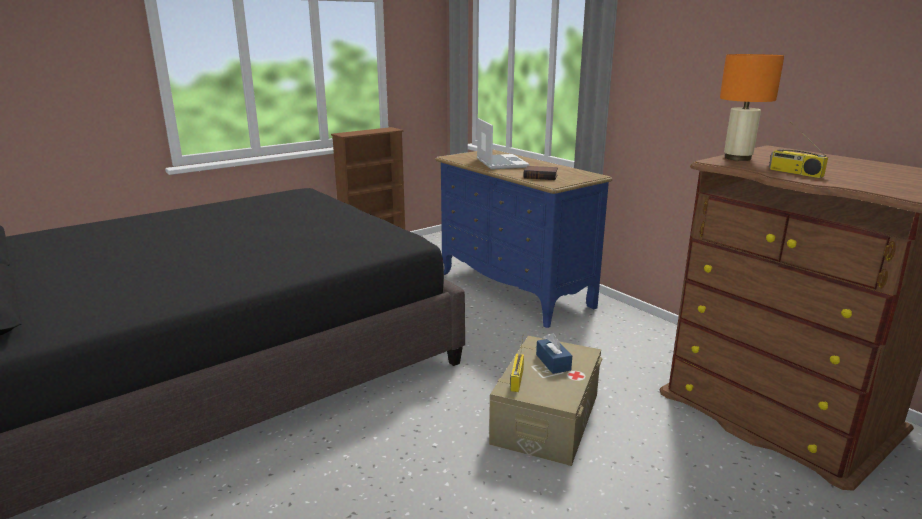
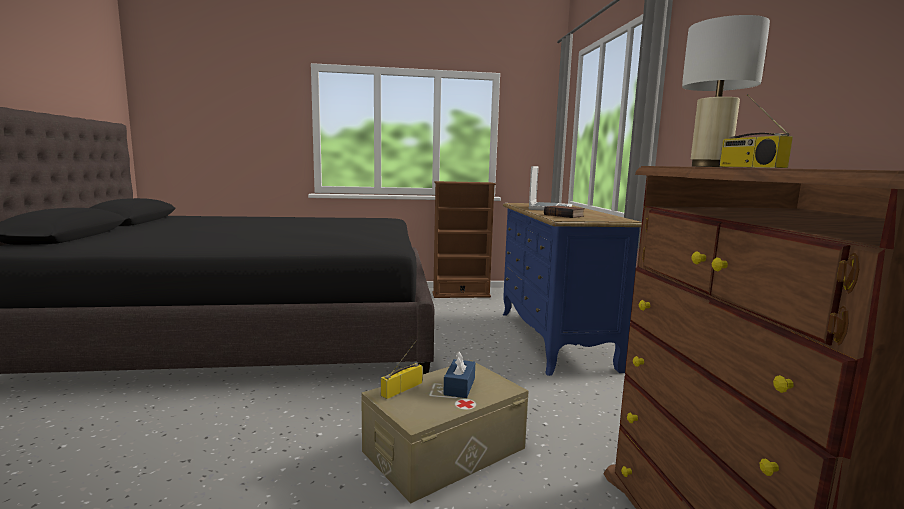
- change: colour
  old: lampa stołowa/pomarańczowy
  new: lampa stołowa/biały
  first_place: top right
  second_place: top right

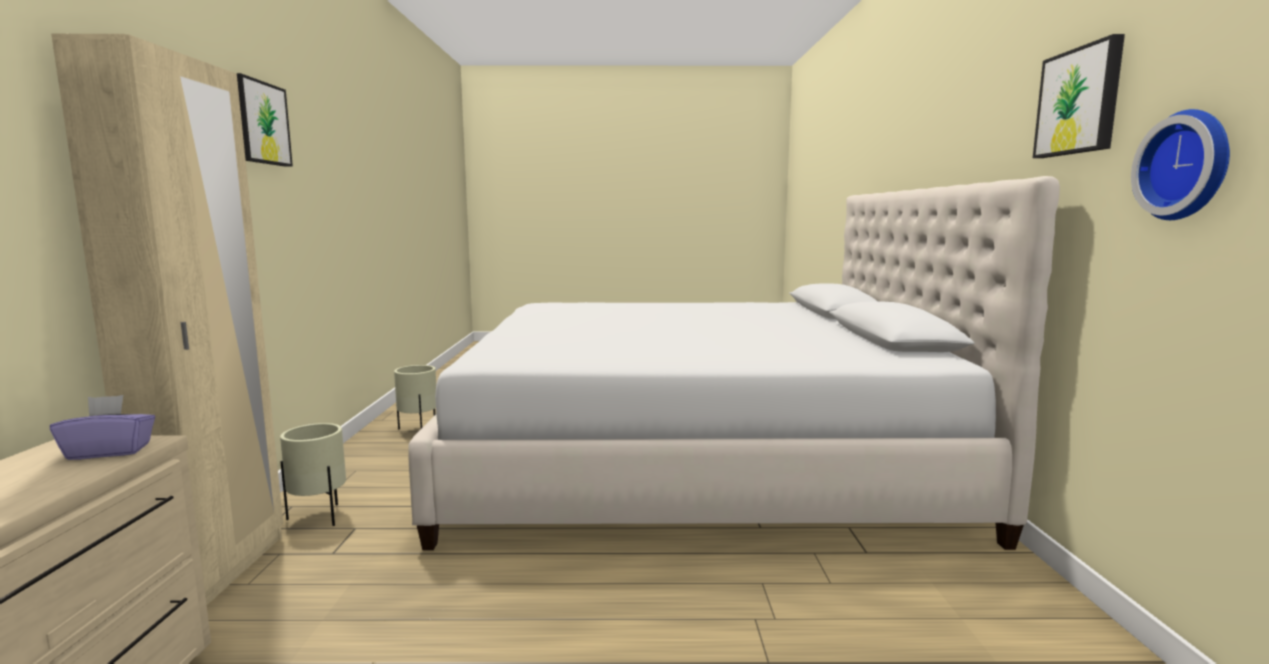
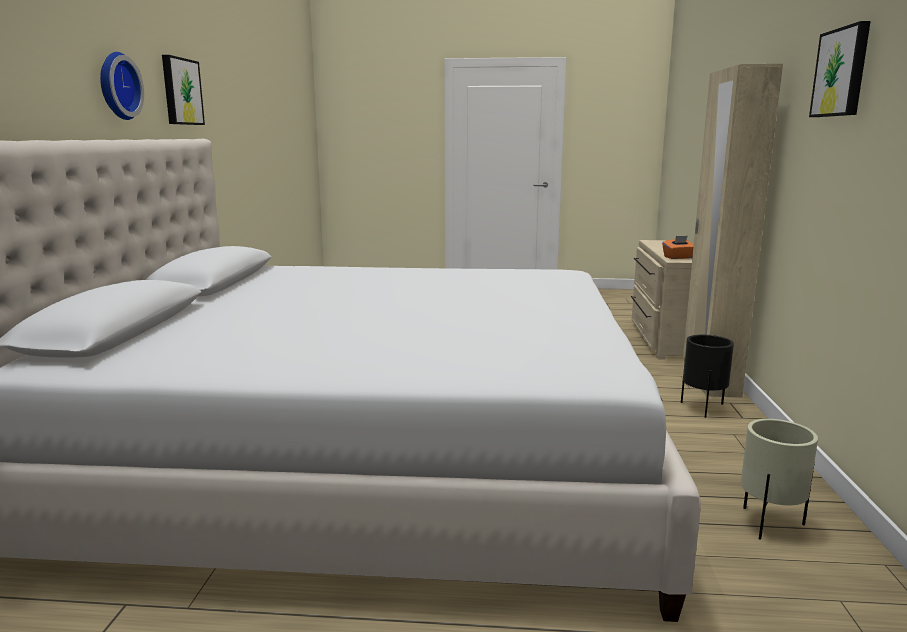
- change: relocated
  old: zegar ścienny
  first_place: top right
  second_place: top left
- change: colour
  old: pudełko chusteczek/fioletowy
  new: pudełko chusteczek/pomarańczowy
  first_place: middle left
  second_place: middle right
- change: colour
  old: donica/beżowy (no. 1 from left)
  new: donica/czarny
  first_place: bottom left
  second_place: middle right

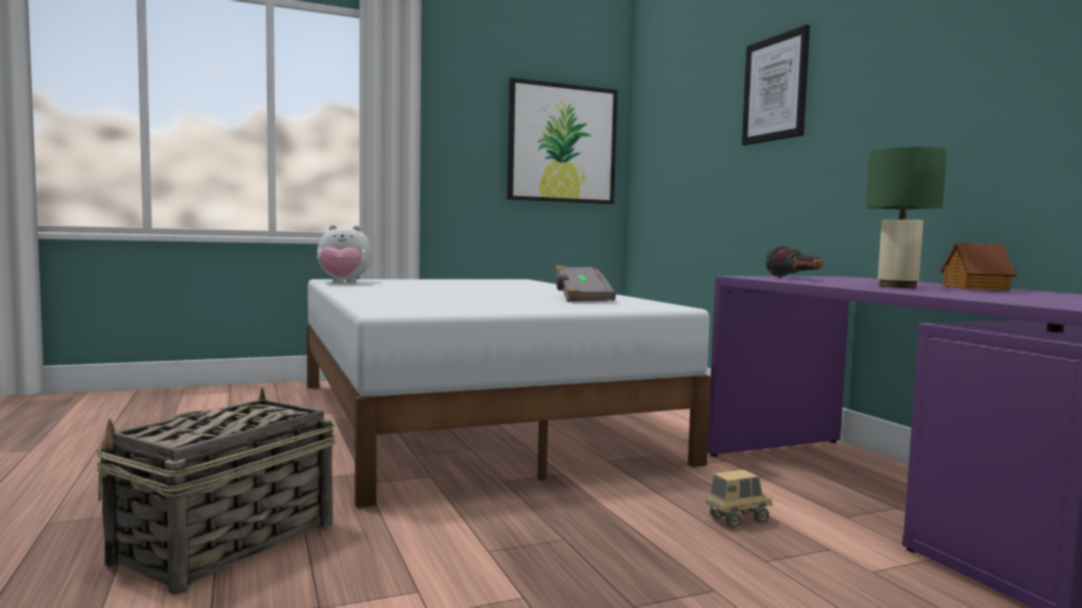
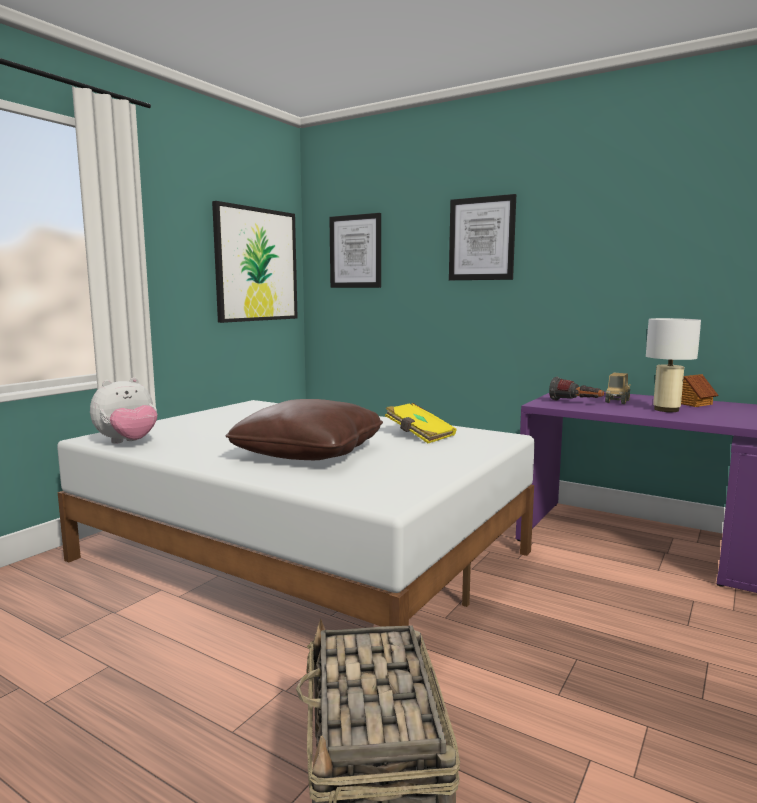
- change: colour
  old: lampa stołowa/zielony
  new: lampa stołowa/biały
  first_place: middle right
  second_place: middle right
- change: colour
  old: książka/szary
  new: książka/żółty
  first_place: centre
  second_place: centre
- change: relocated
  old: ciężarówka zabawkowa
  first_place: bottom right
  second_place: middle right
- change: appeared
  new: obraz (no. 2 from left)
  second_place: top centre
- change: appeared
  new: poduszka/brązowy
  second_place: centre

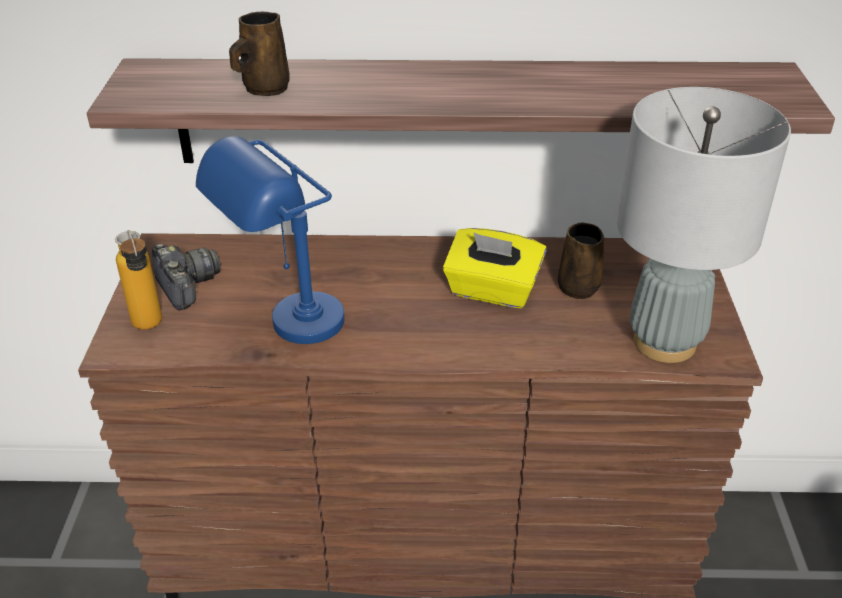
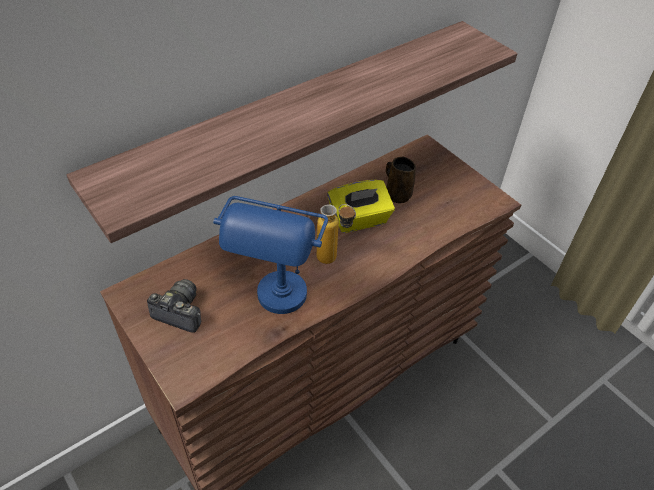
- change: missing
  old: kubek/brązowy (no. 1 from left)
  first_place: top left
- change: missing
  old: lampa stołowa/szary
  first_place: middle right
- change: relocated
  old: butelka
  first_place: middle left
  second_place: centre

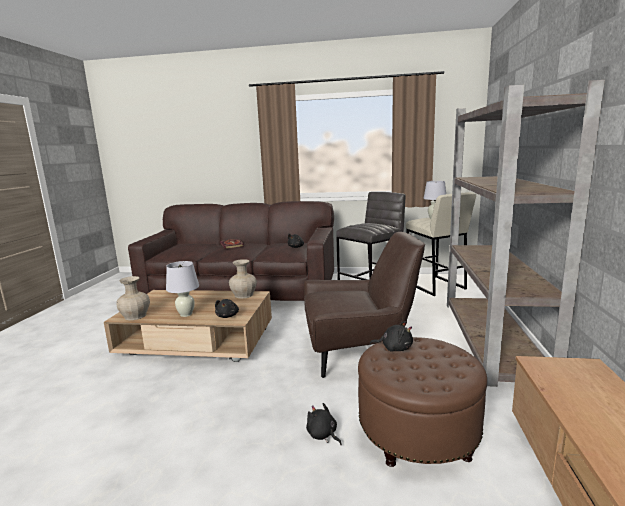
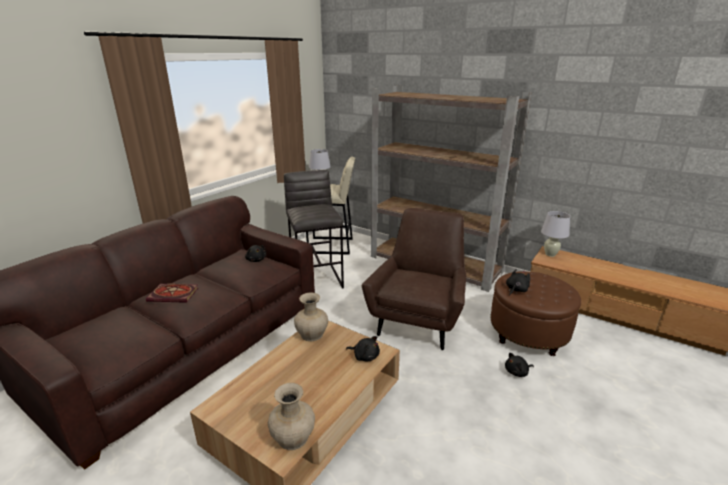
- change: relocated
  old: lampa stołowa/biały (no. 1 from left in the first image)
  new: lampa stołowa/biały (no. 2 from left)
  first_place: middle left
  second_place: middle right

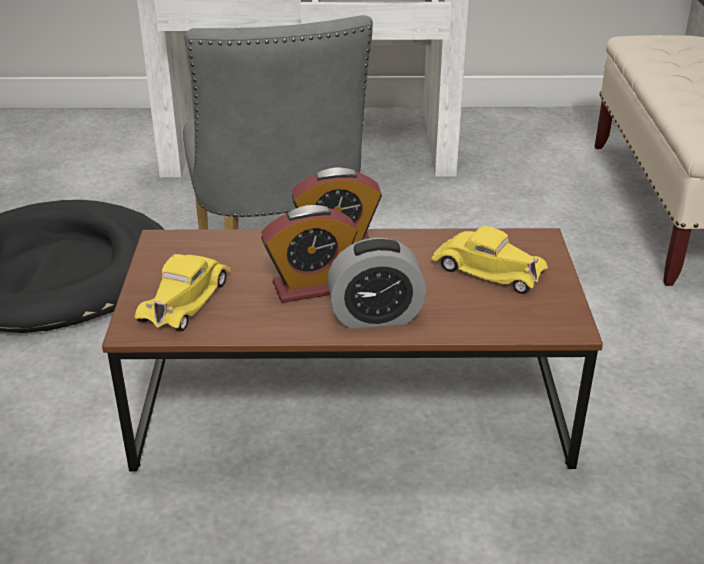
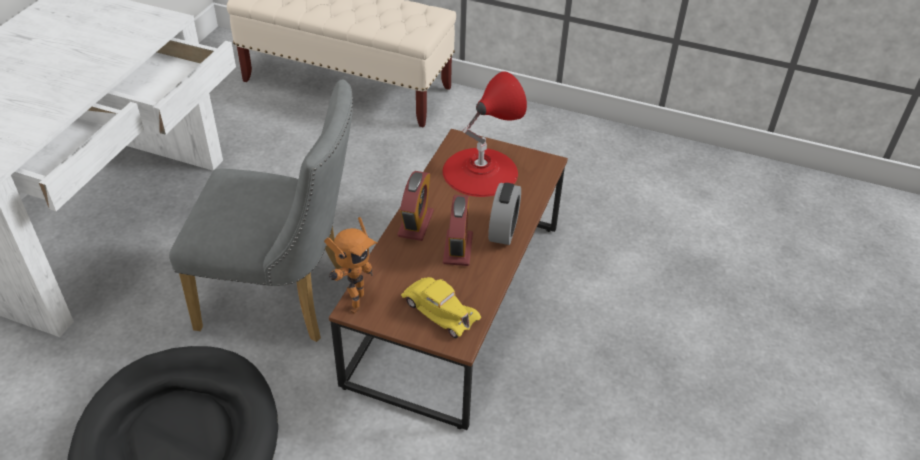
- change: exchanged
  old: samochodzik/żółty (no. 2 from left)
  new: lampa stołowa/czerwony
  first_place: middle right
  second_place: top centre
- change: appeared
  new: robot zabawkowy
  second_place: centre

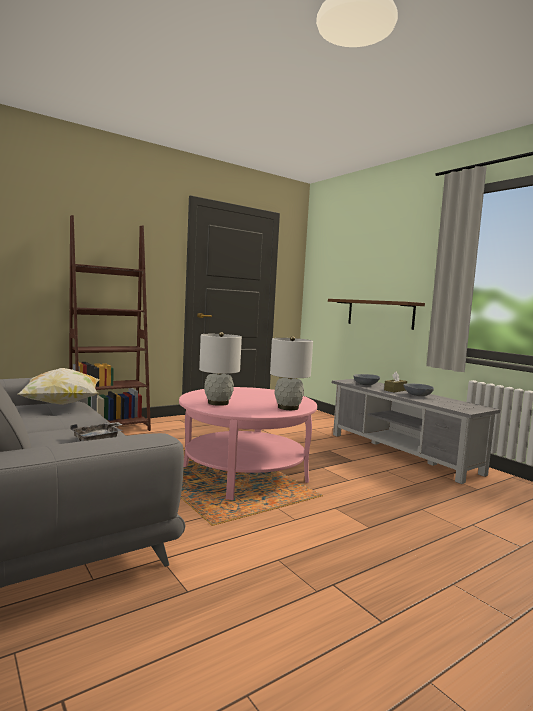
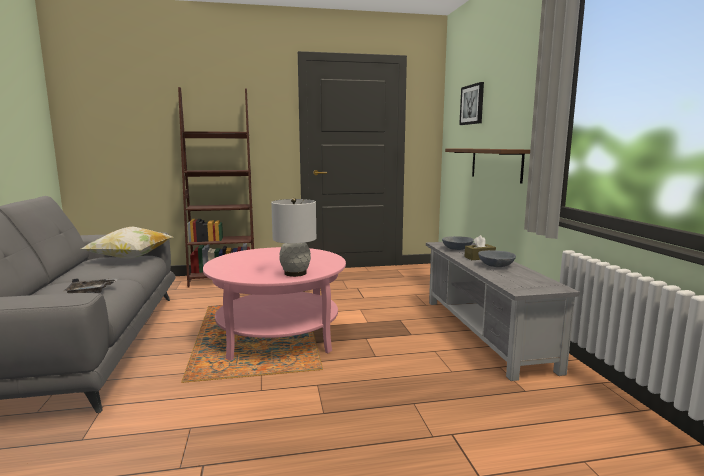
- change: missing
  old: lampa stołowa/biały (no. 1 from left)
  first_place: centre
- change: appeared
  new: obraz
  second_place: top right

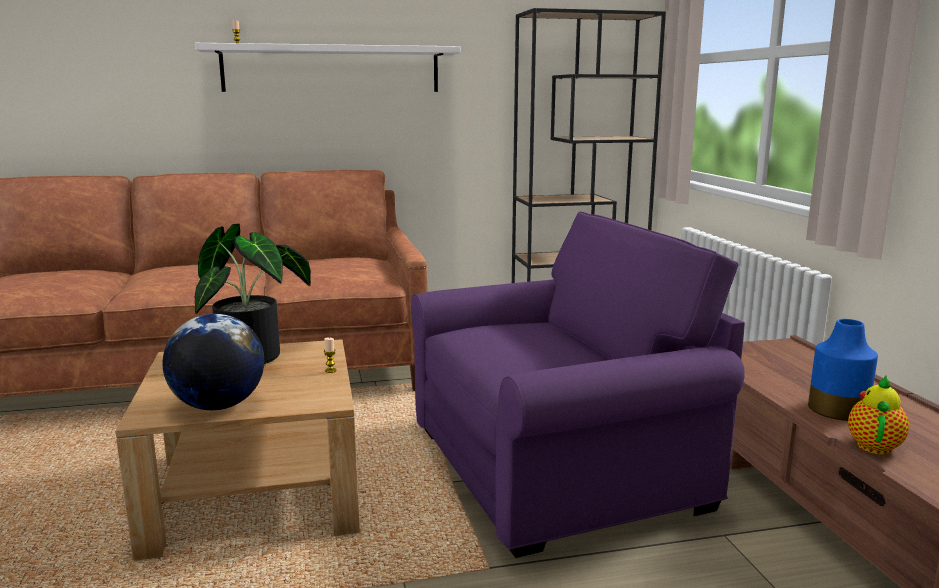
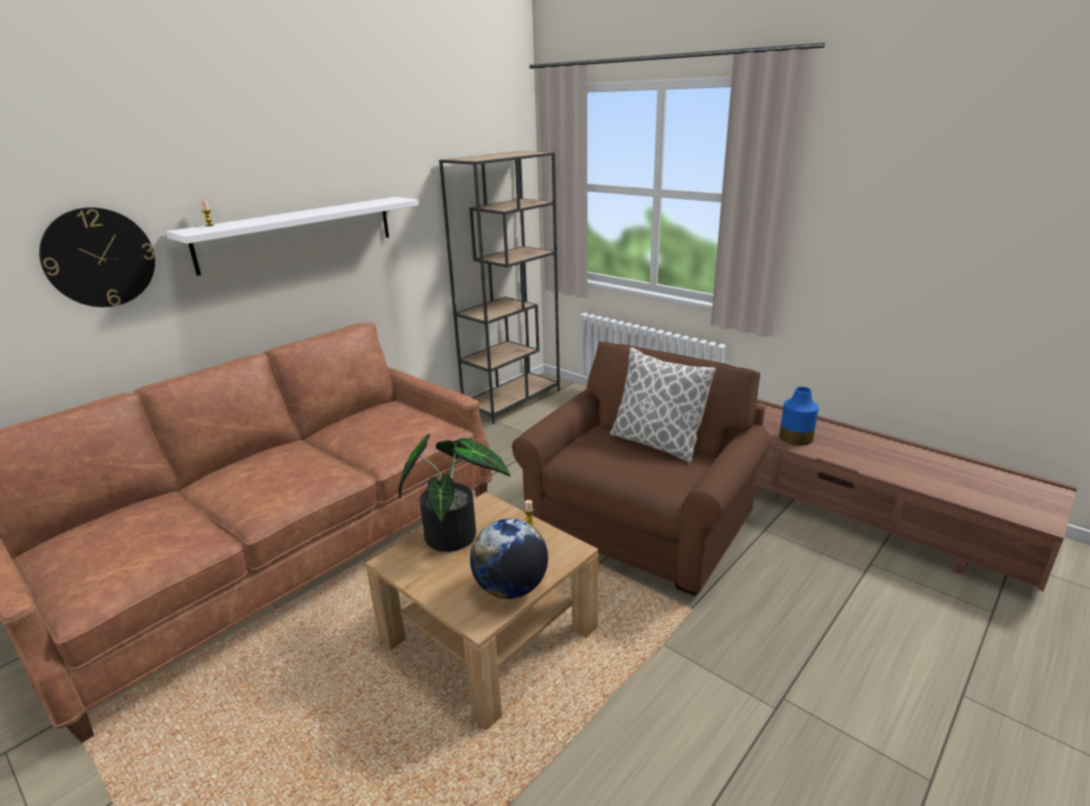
- change: colour
  old: fotel/fioletowy
  new: fotel/brązowy
  first_place: centre
  second_place: centre
- change: missing
  old: imbryk
  first_place: bottom right
- change: appeared
  new: zegar ścienny
  second_place: top left
- change: appeared
  new: poduszka
  second_place: centre

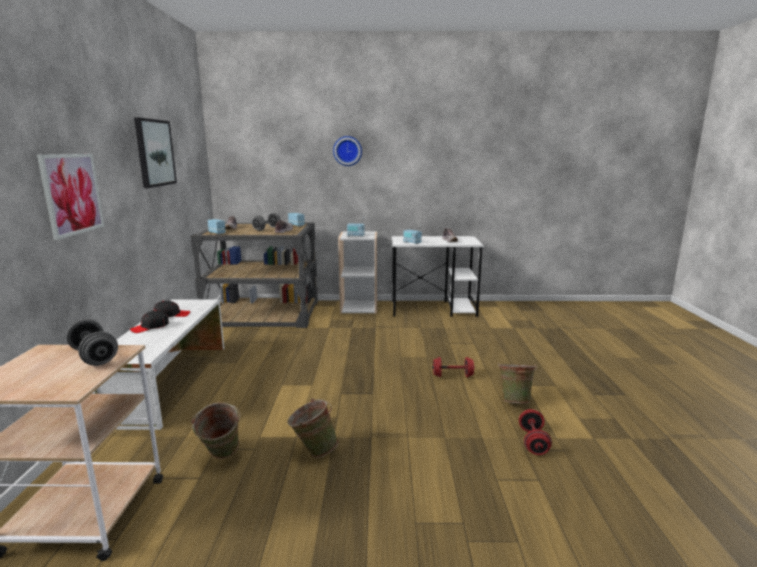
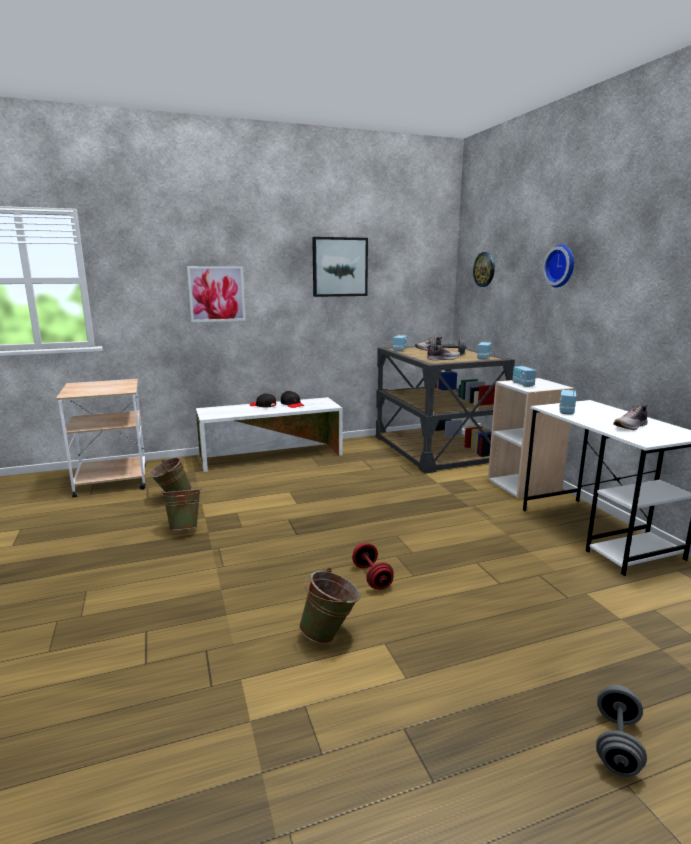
- change: relocated
  old: hantel/szary (no. 1 from left in the first image)
  new: hantel/szary (no. 2 from left)
  first_place: middle left
  second_place: bottom right
- change: missing
  old: hantel/czerwony (no. 2 from left)
  first_place: bottom right
- change: appeared
  new: zegar ścienny (no. 1 from left)
  second_place: top right

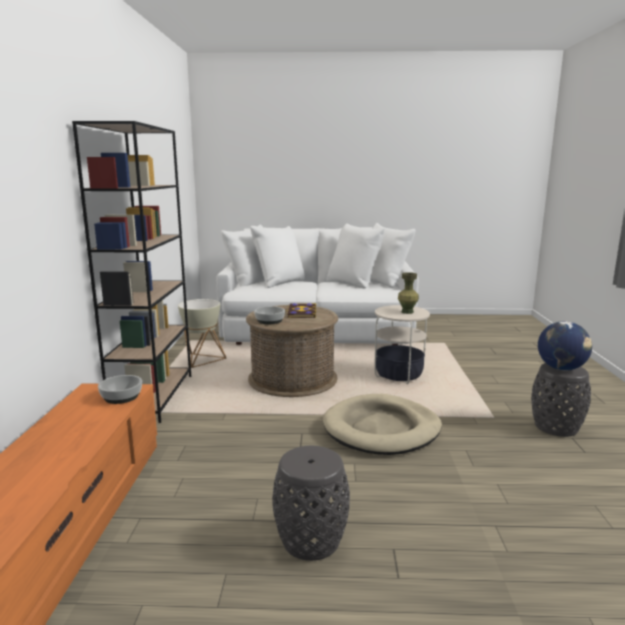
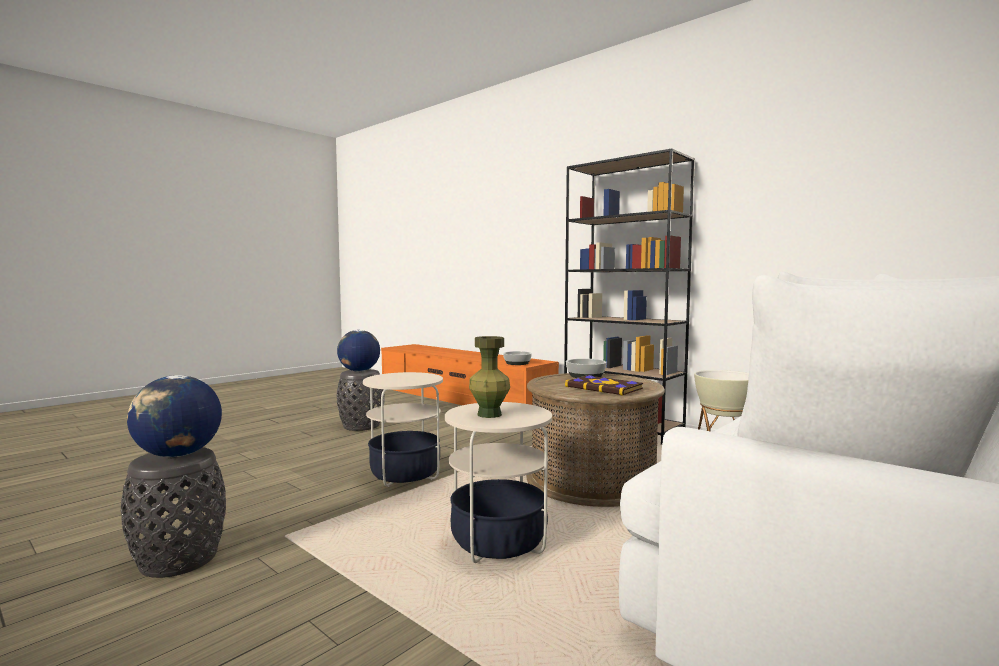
- change: exchanged
  old: legowisko/beżowy
  new: stolik/beżowy (no. 1 from left)
  first_place: bottom centre
  second_place: centre
- change: appeared
  new: globus (no. 2 from left)
  second_place: centre

